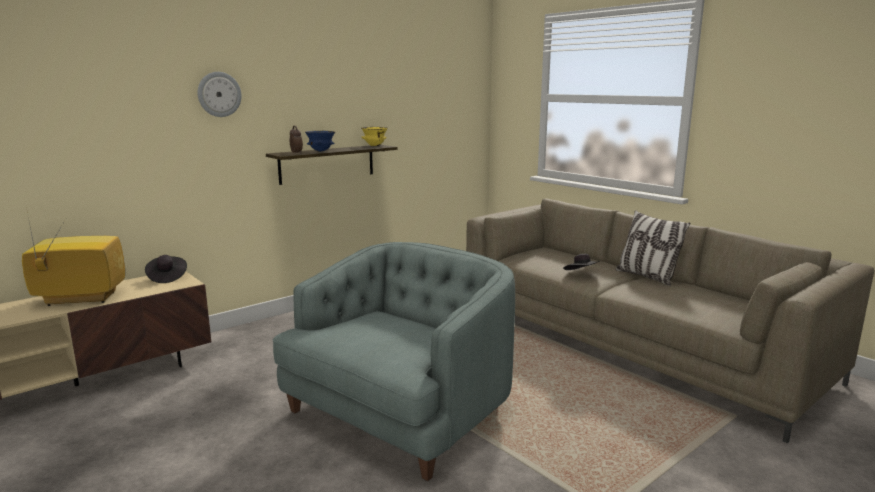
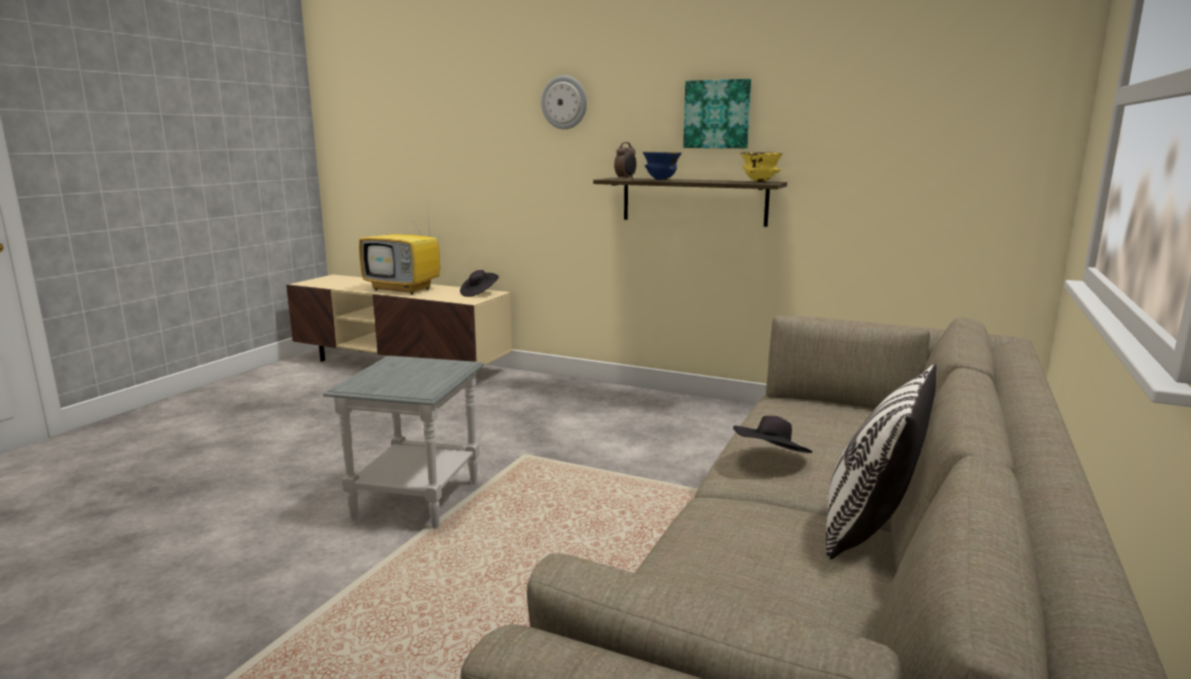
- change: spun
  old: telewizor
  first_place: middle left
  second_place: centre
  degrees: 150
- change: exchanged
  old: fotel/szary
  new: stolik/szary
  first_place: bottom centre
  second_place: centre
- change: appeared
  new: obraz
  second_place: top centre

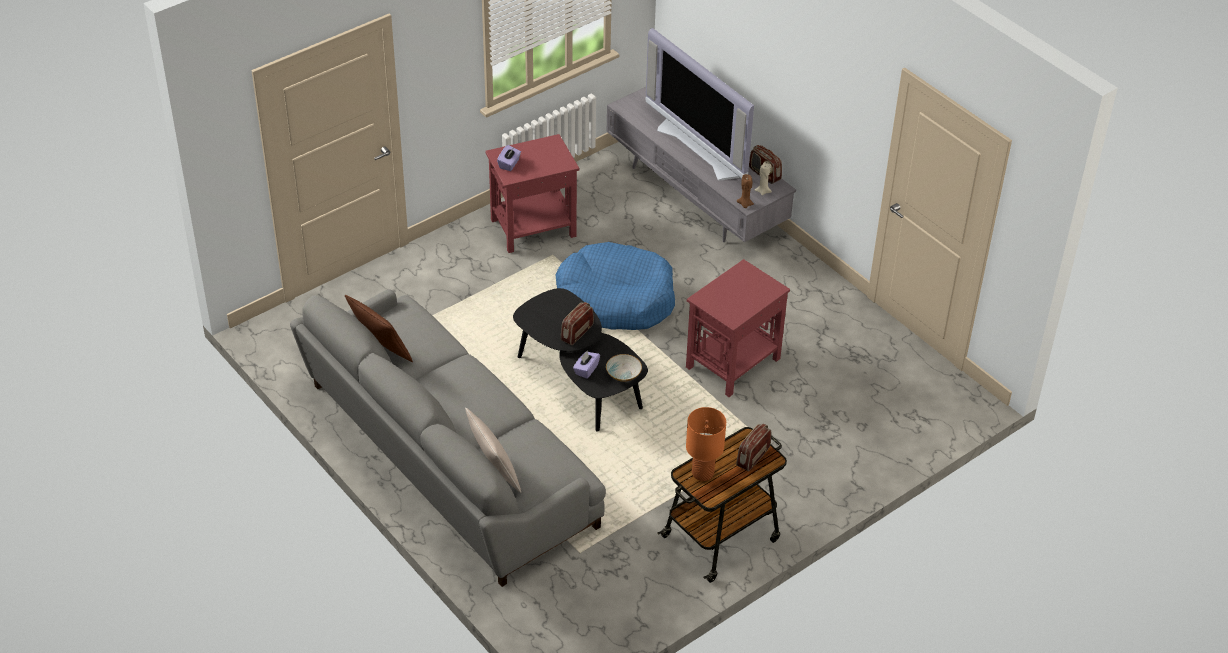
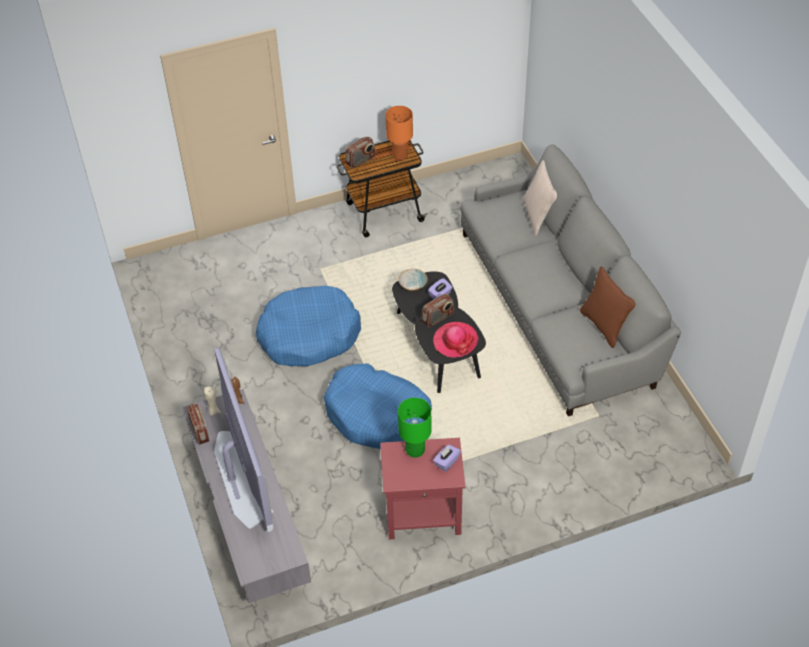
- change: exchanged
  old: stolik/czerwony (no. 2 from left)
  new: legowisko/niebieski (no. 1 from left)
  first_place: centre
  second_place: centre
- change: appeared
  new: kapelusz
  second_place: centre
- change: appeared
  new: lampa stołowa/zielony
  second_place: centre

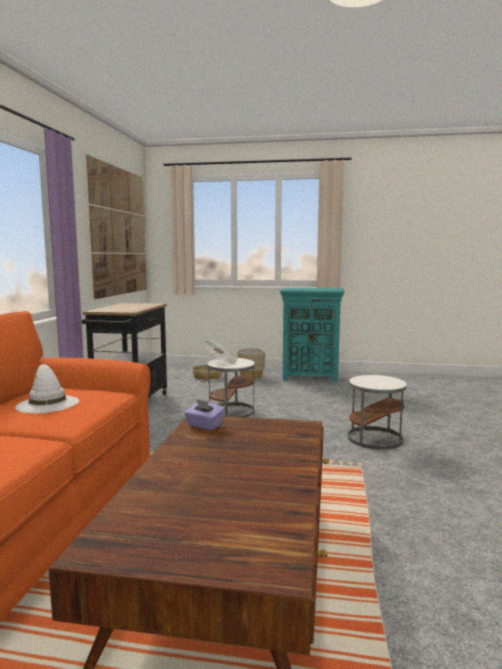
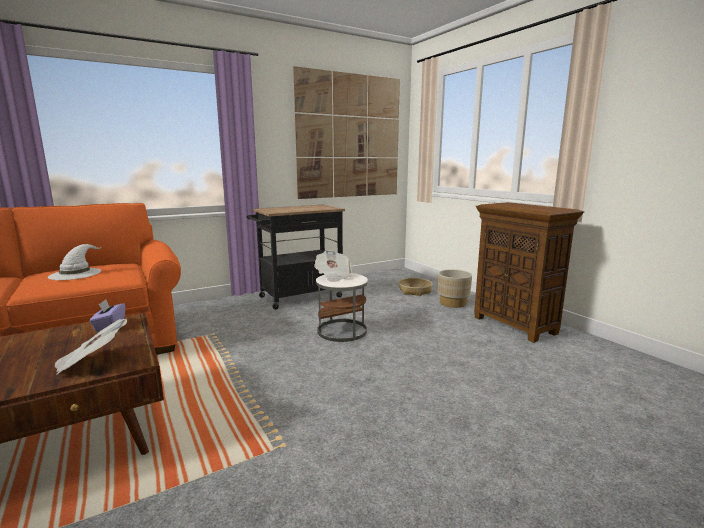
- change: colour
  old: szafka/turkusowy
  new: szafka/brązowy
  first_place: centre
  second_place: middle right
- change: missing
  old: stolik/biały (no. 2 from left)
  first_place: middle right
- change: appeared
  new: gazeta (no. 1 from left)
  second_place: middle left

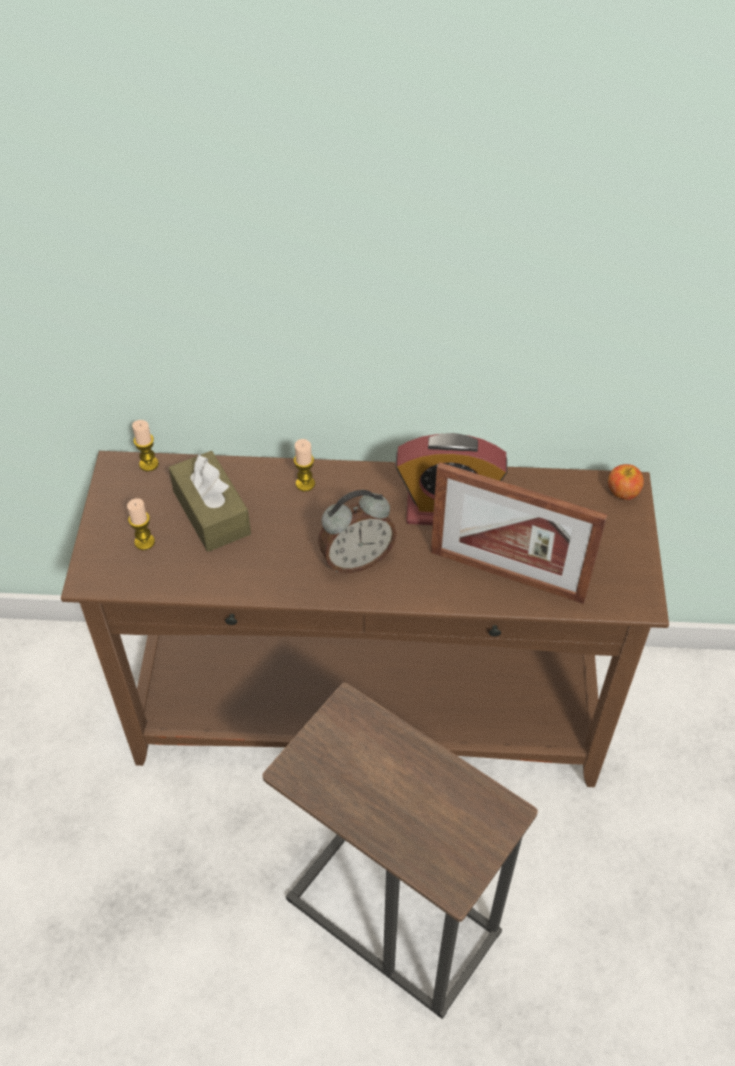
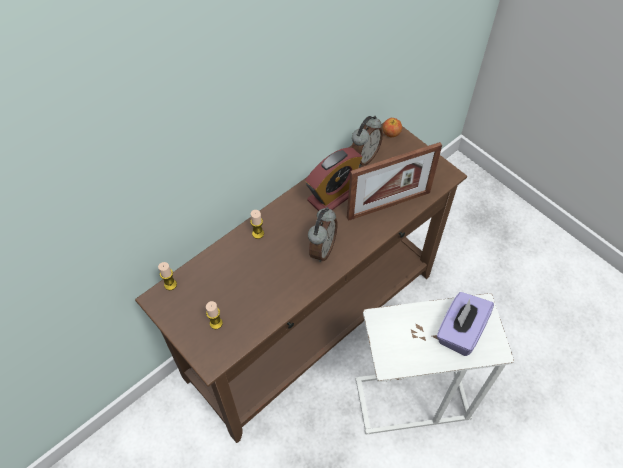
- change: missing
  old: pudełko chusteczek/brązowy
  first_place: middle left
- change: colour
  old: stolik/brązowy
  new: stolik/biały
  first_place: bottom centre
  second_place: bottom right
- change: appeared
  new: budzik (no. 3 from left)
  second_place: top centre
- change: appeared
  new: pudełko chusteczek/fioletowy
  second_place: bottom right

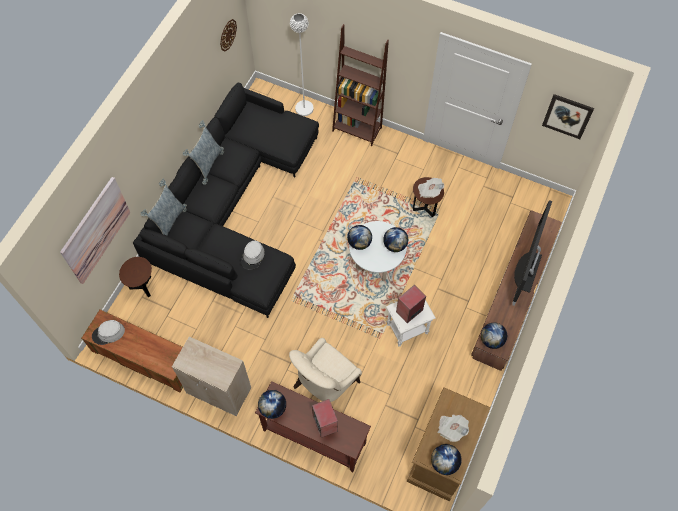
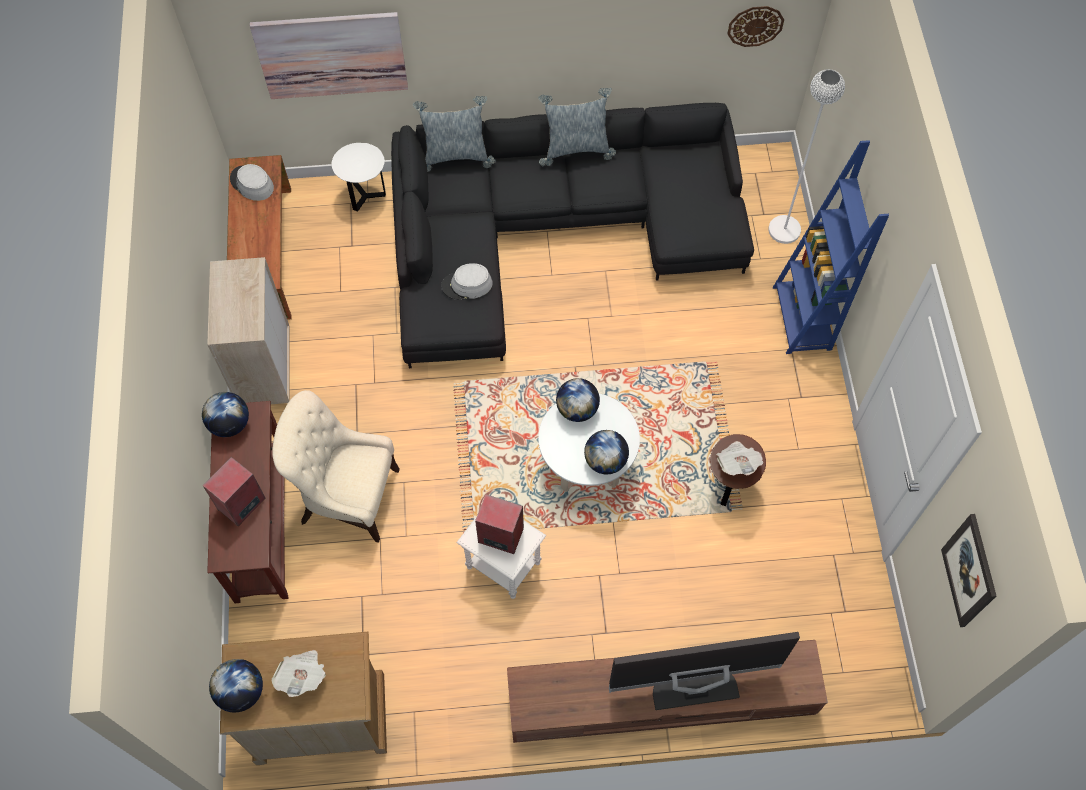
- change: colour
  old: regał/brązowy
  new: regał/niebieski
  first_place: top centre
  second_place: top right
- change: colour
  old: stolik/brązowy (no. 1 from left)
  new: stolik/biały (no. 1 from left)
  first_place: middle left
  second_place: top left
- change: missing
  old: globus (no. 5 from left)
  first_place: middle right

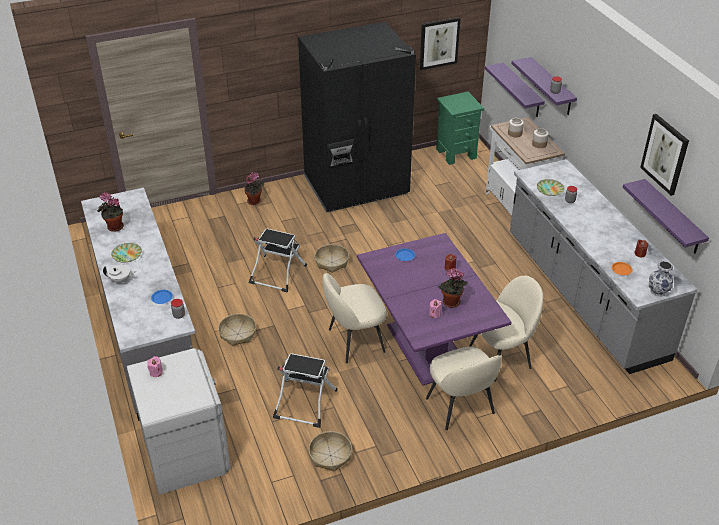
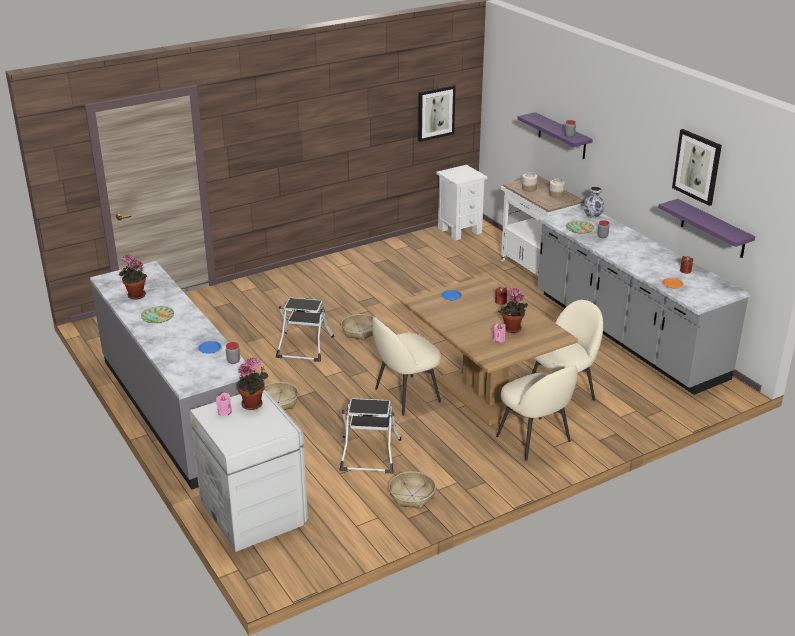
- change: missing
  old: lodówka/czarny
  first_place: top centre
- change: missing
  old: półka/fioletowy (no. 1 from left)
  first_place: top right
- change: colour
  old: szafka nocna/zielony
  new: szafka nocna/biały
  first_place: top centre
  second_place: top centre
- change: relocated
  old: roślina doniczkowa (no. 2 from left)
  first_place: centre
  second_place: middle left
- change: colour
  old: stół jadalny/fioletowy
  new: stół jadalny/brązowy
  first_place: centre
  second_place: centre
- change: relocated
  old: wazon
  first_place: middle right
  second_place: top right
- change: missing
  old: imbryk/biały
  first_place: middle left

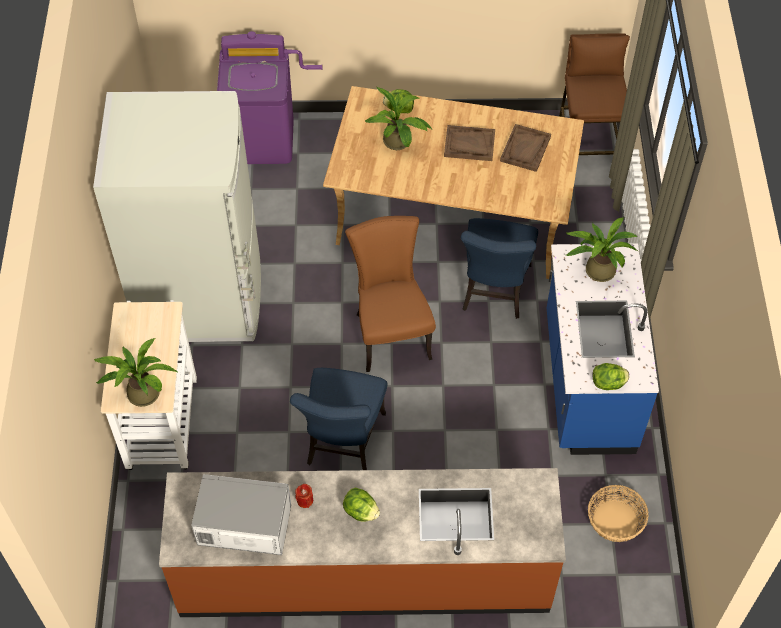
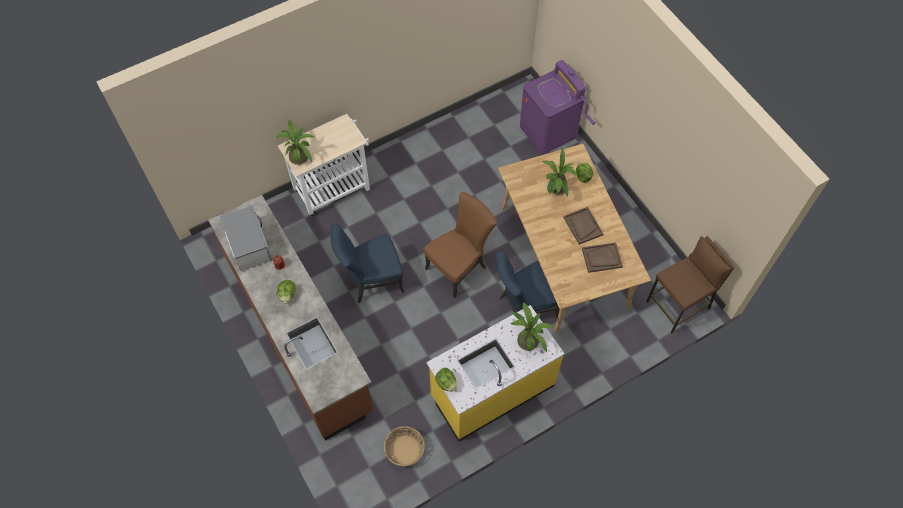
- change: missing
  old: lodówka/biały
  first_place: middle left
- change: colour
  old: zabudowa kuchenna/niebieski
  new: zabudowa kuchenna/żółty
  first_place: middle right
  second_place: bottom centre

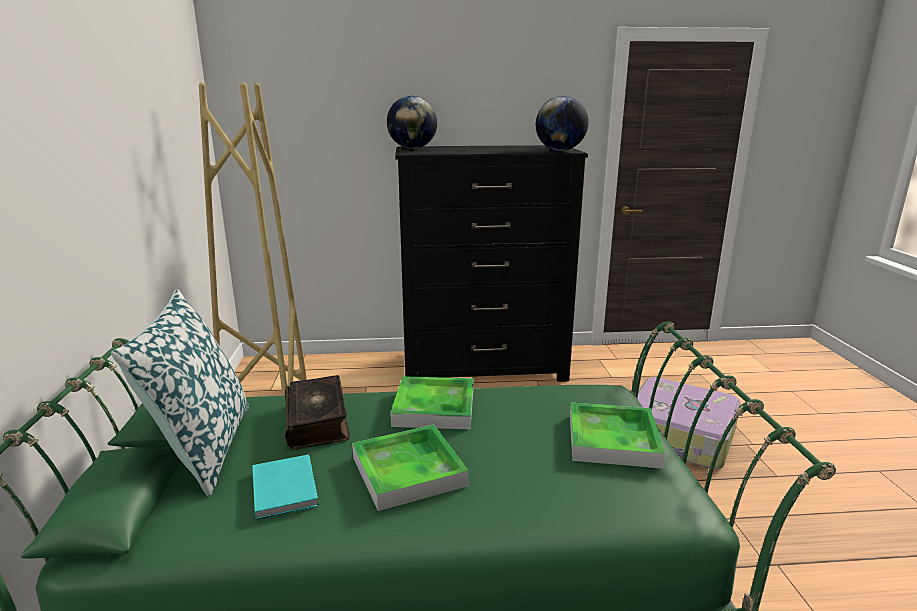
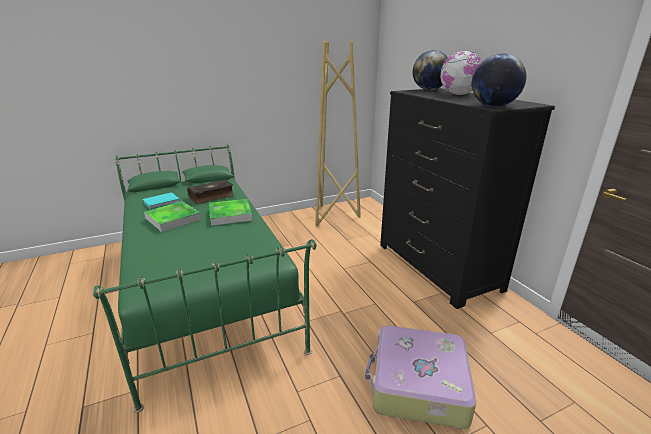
- change: missing
  old: poduszka
  first_place: middle left
- change: missing
  old: taca (no. 3 from left)
  first_place: bottom right
- change: appeared
  new: globus (no. 2 from left)
  second_place: top right

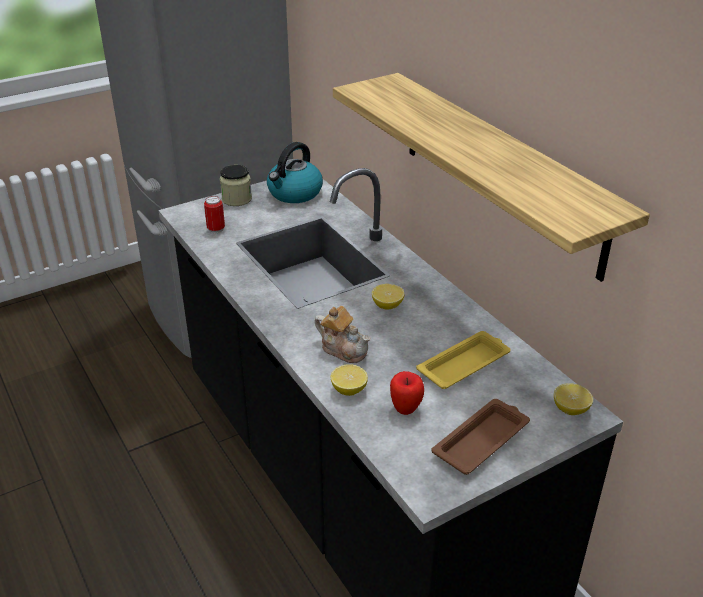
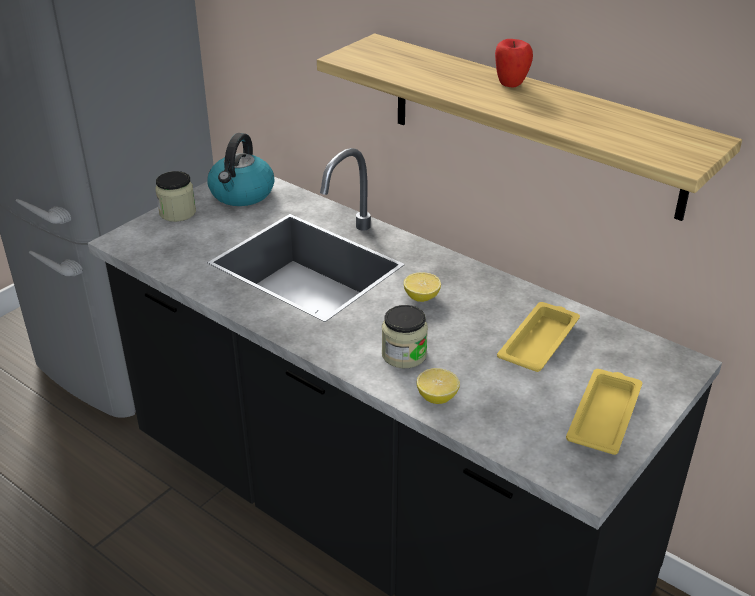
- change: missing
  old: puszka
  first_place: middle left
- change: exchanged
  old: imbryk
  new: słoik (no. 2 from left)
  first_place: centre
  second_place: centre
- change: relocated
  old: jabłko
  first_place: centre
  second_place: top right
- change: missing
  old: cytryna (no. 3 from left)
  first_place: bottom right
- change: colour
  old: taca/brązowy
  new: taca/żółty (no. 2 from left)
  first_place: bottom right
  second_place: bottom right

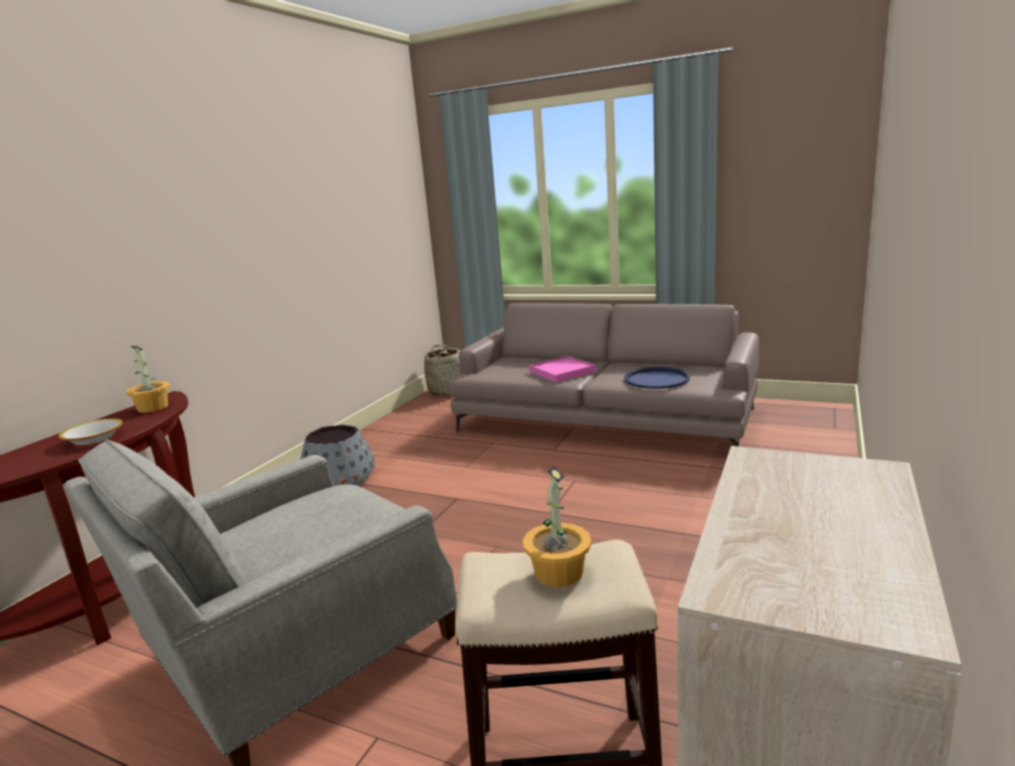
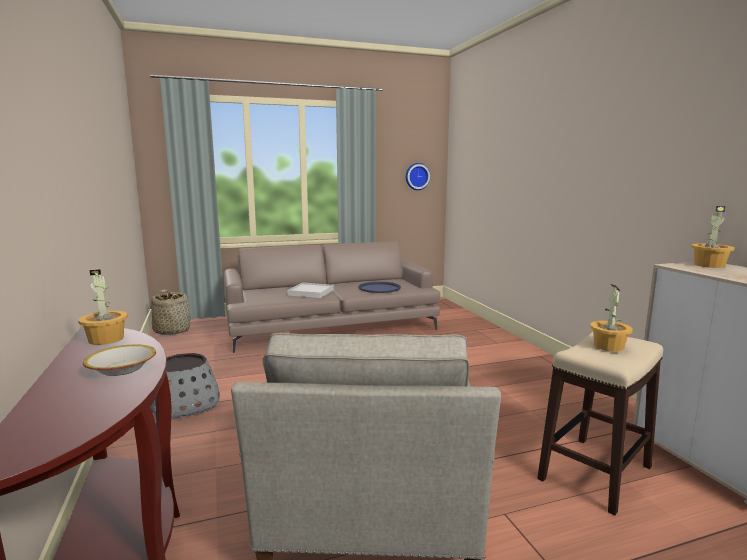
- change: colour
  old: taca/różowy
  new: taca/biały
  first_place: centre
  second_place: centre
- change: appeared
  new: zegar ścienny
  second_place: top centre
- change: appeared
  new: roślina doniczkowa (no. 3 from left)
  second_place: middle right

